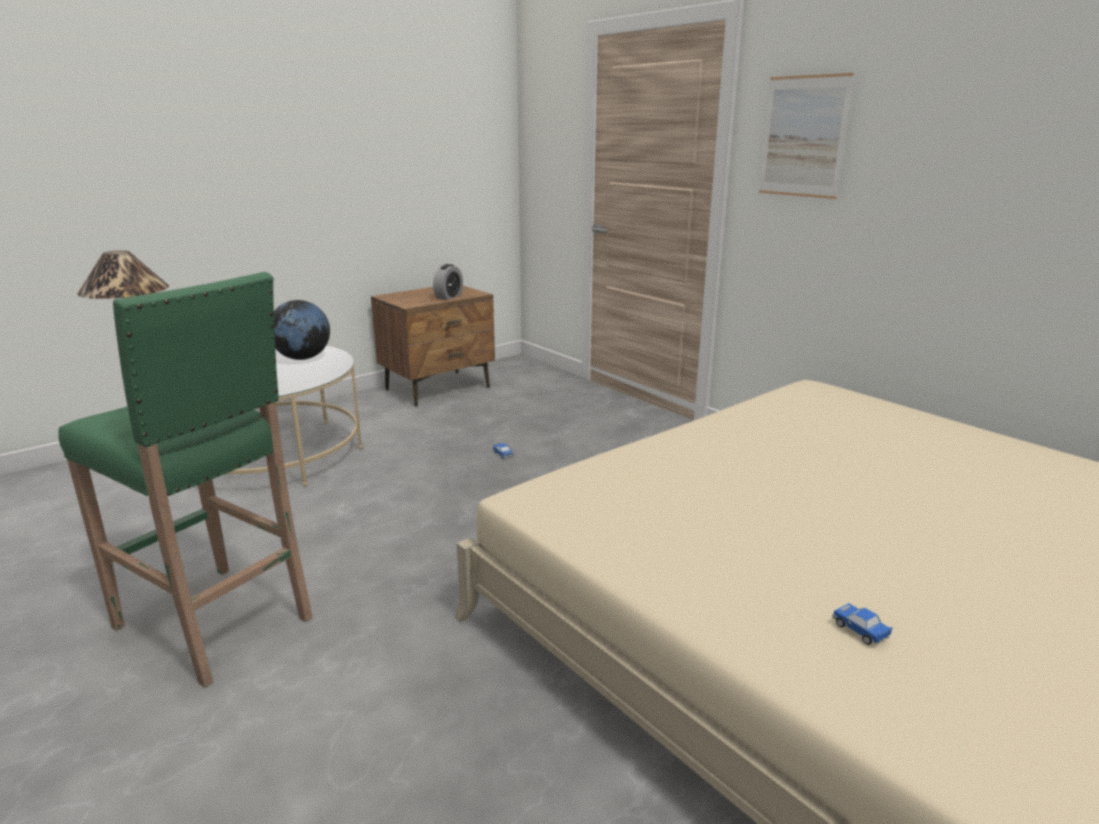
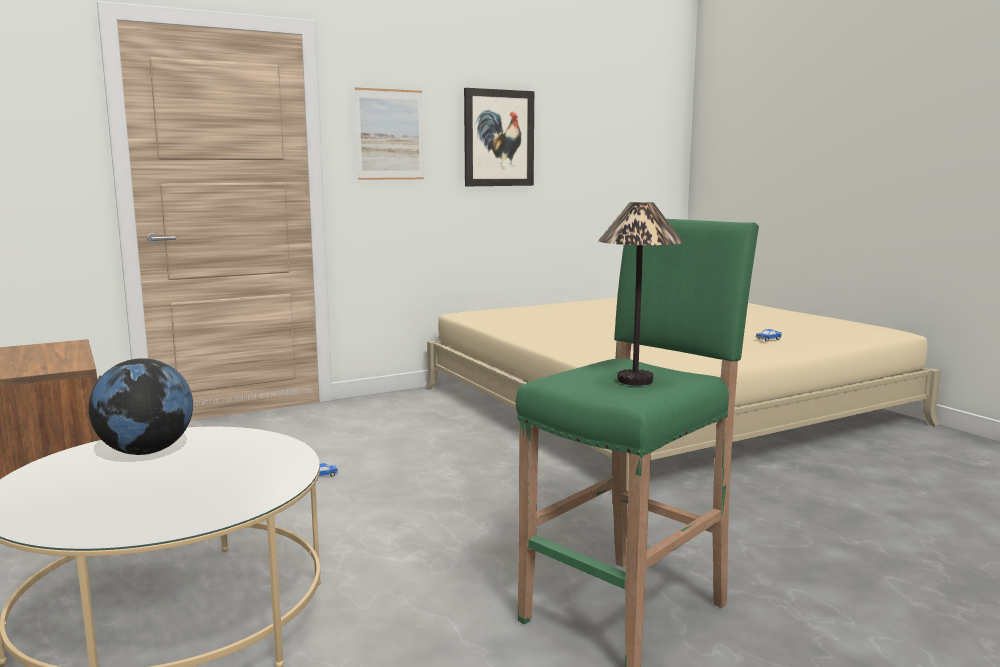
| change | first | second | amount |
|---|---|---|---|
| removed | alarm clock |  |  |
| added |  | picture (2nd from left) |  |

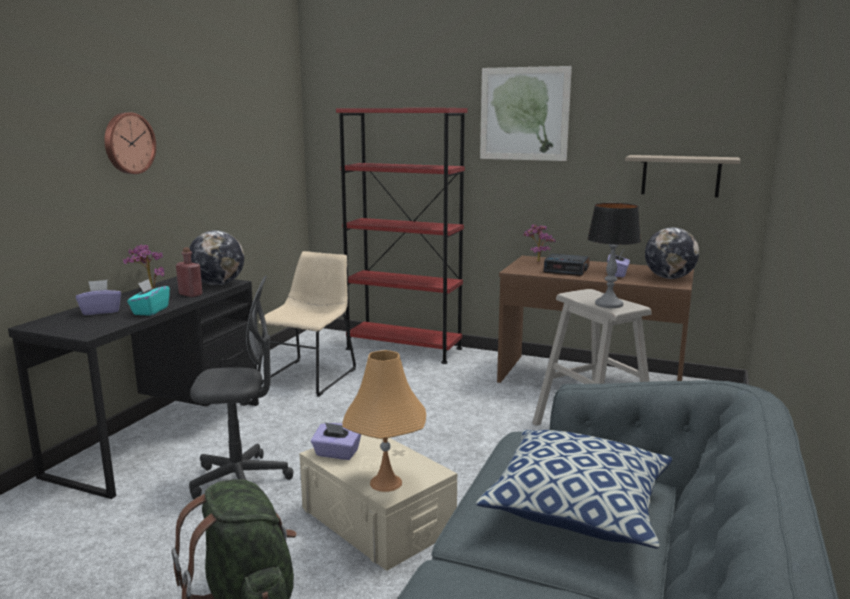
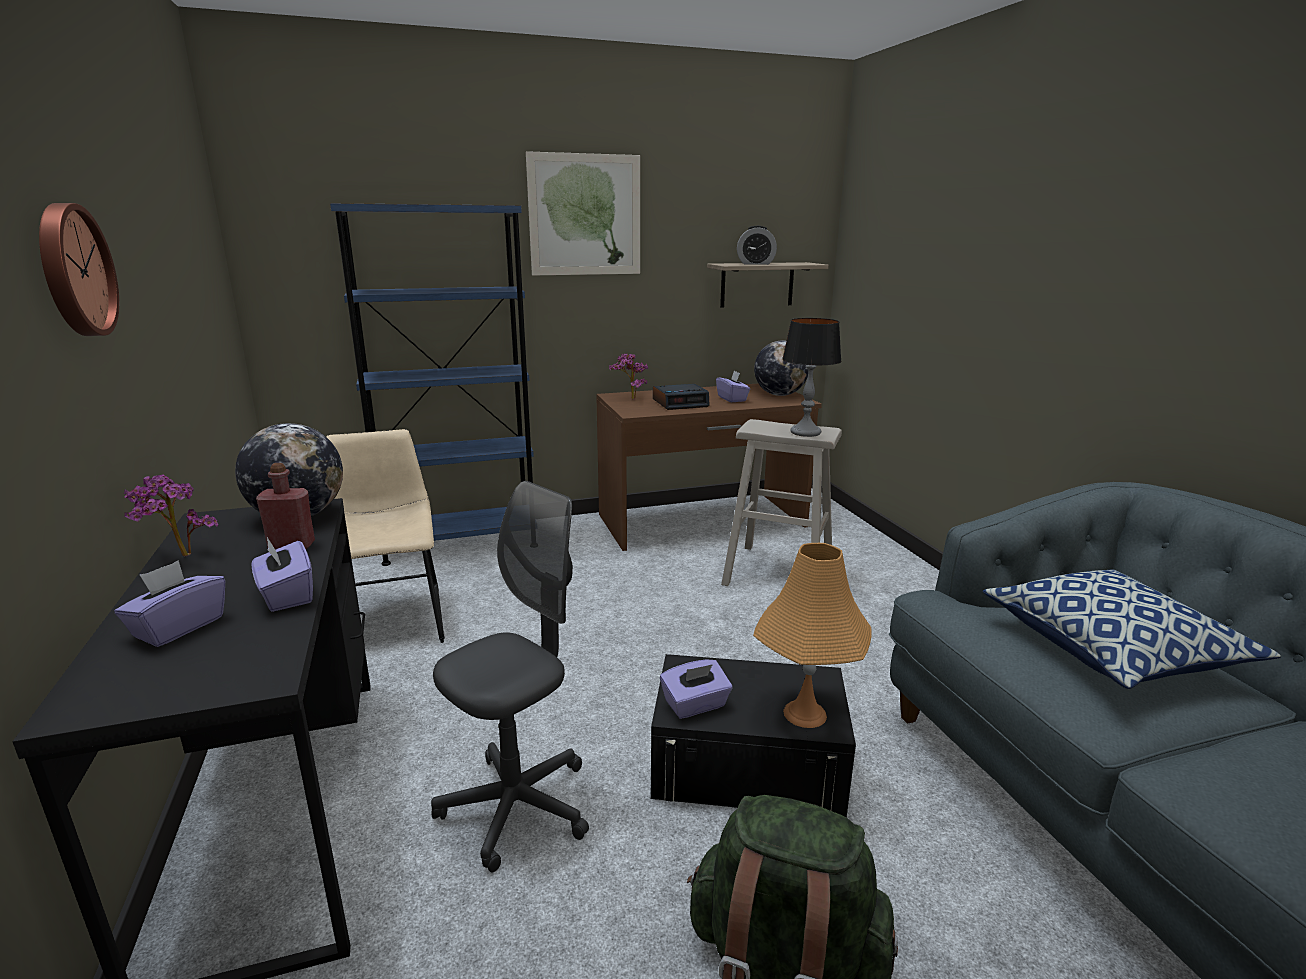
| change | first | second | amount |
|---|---|---|---|
| recoloured | tissue box (turquoise) | tissue box (purple) (2nd from left) |  |
| recoloured | storage box (beige) | storage box (black) |  |
| recoloured | bookcase (red) | bookcase (blue) |  |
| added |  | alarm clock (2nd from left) |  |

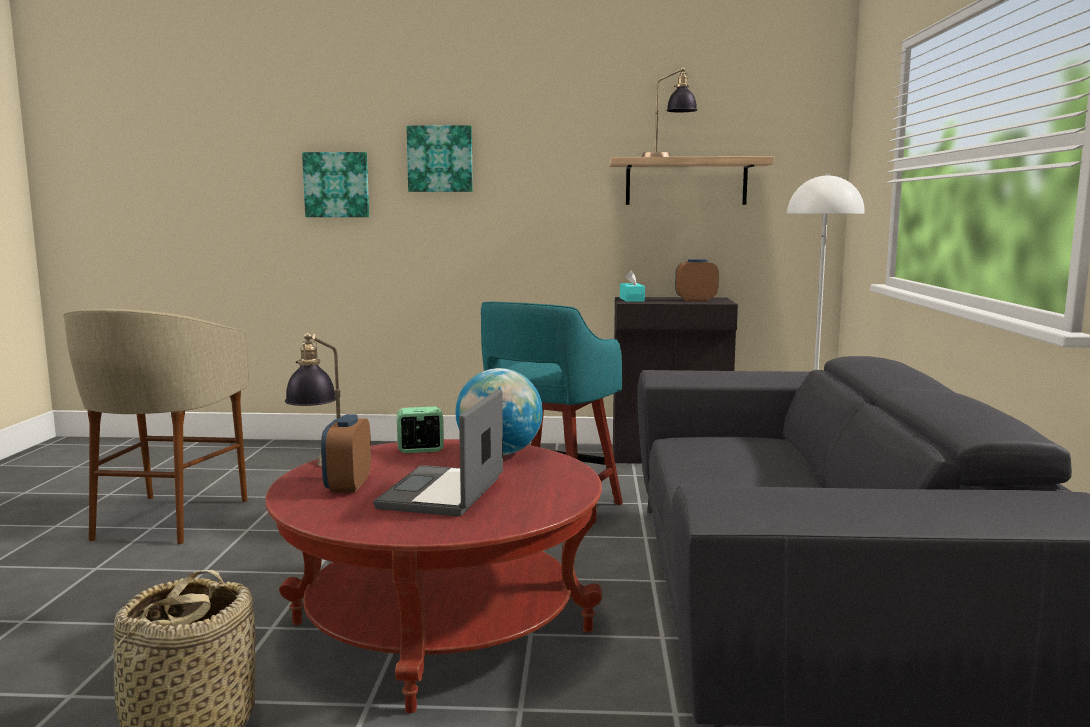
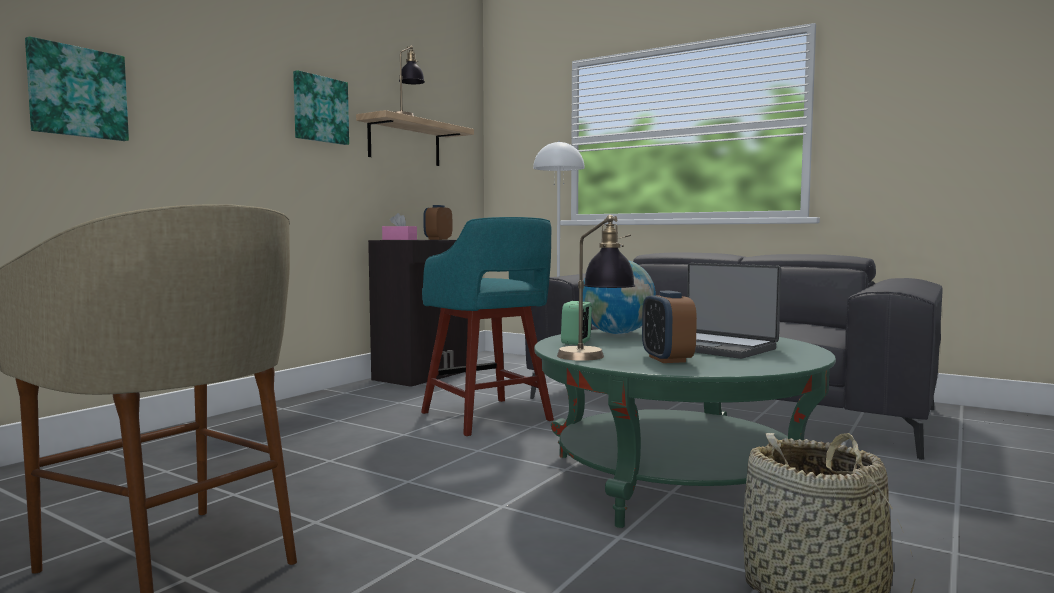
| change | first | second | amount |
|---|---|---|---|
| recoloured | coffee table (red) | coffee table (green) |  |
| turned | alarm clock (1st from left in the first image) | alarm clock (3rd from left) | 45 degrees clockwise |
| moved | picture (2nd from left) |  |  |
| recoloured | tissue box (turquoise) | tissue box (pink) |  |

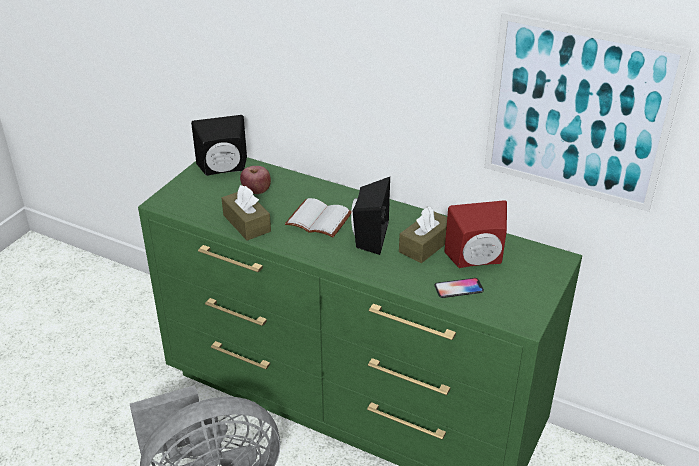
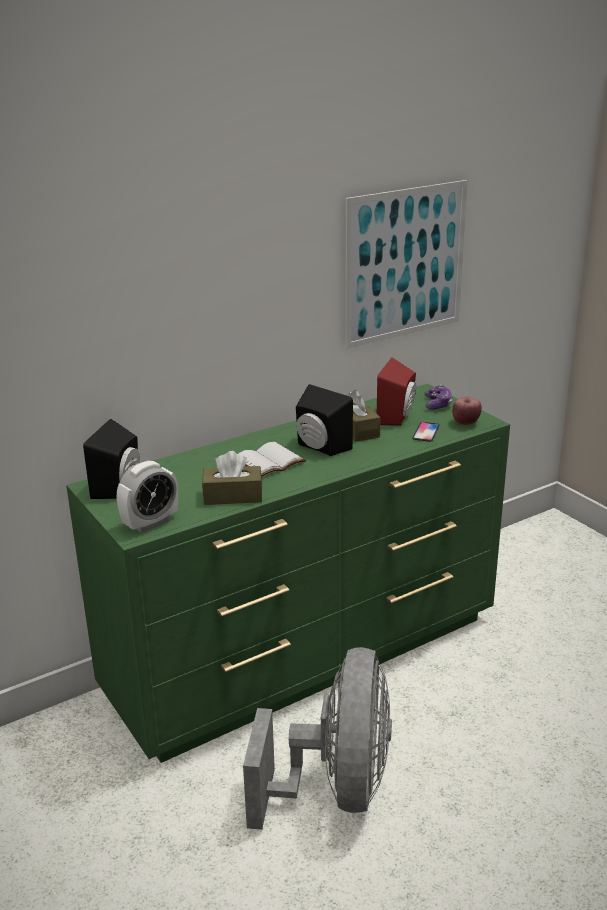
| change | first | second | amount |
|---|---|---|---|
| moved | apple |  |  |
| added |  | alarm clock |  |
| added |  | game controller |  |

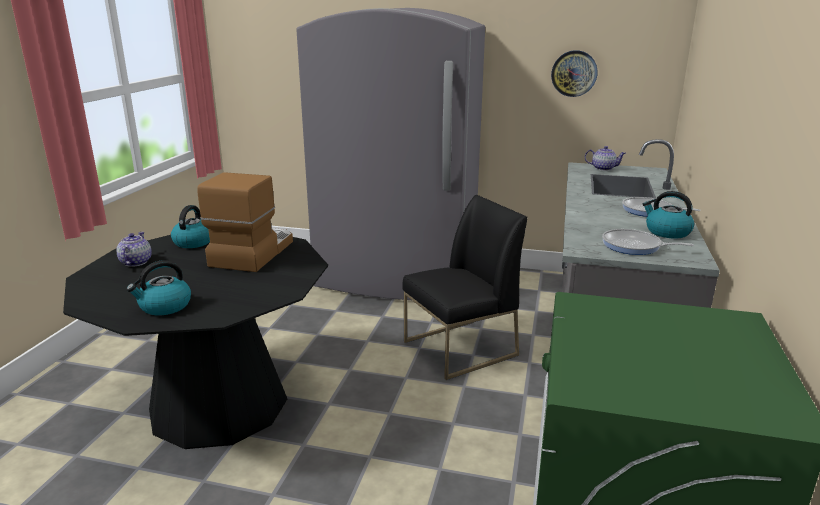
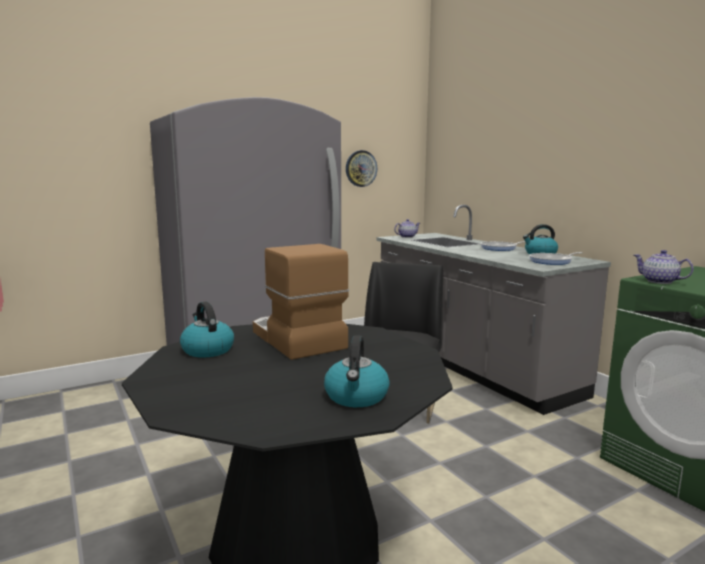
| change | first | second | amount |
|---|---|---|---|
| moved | teapot (1st from left in the first image) | teapot (2nd from left) |  |

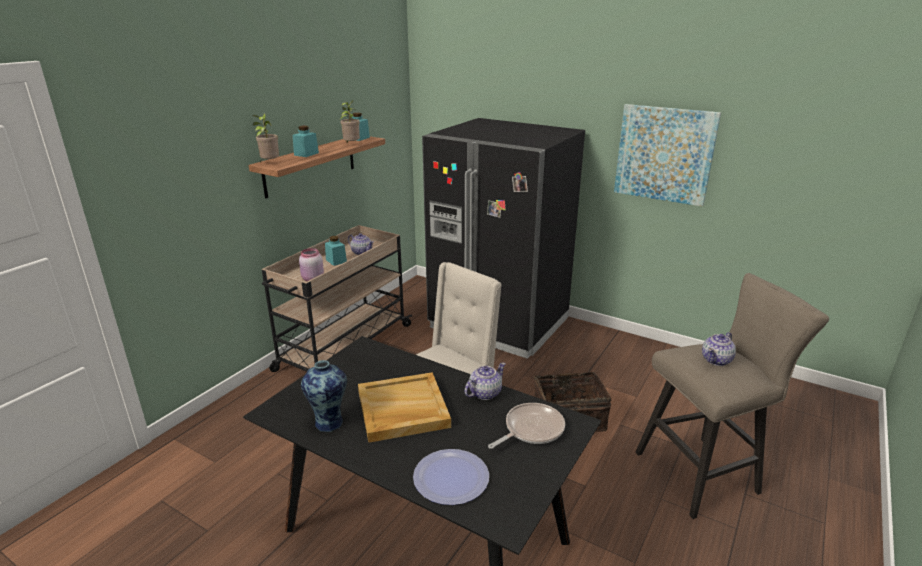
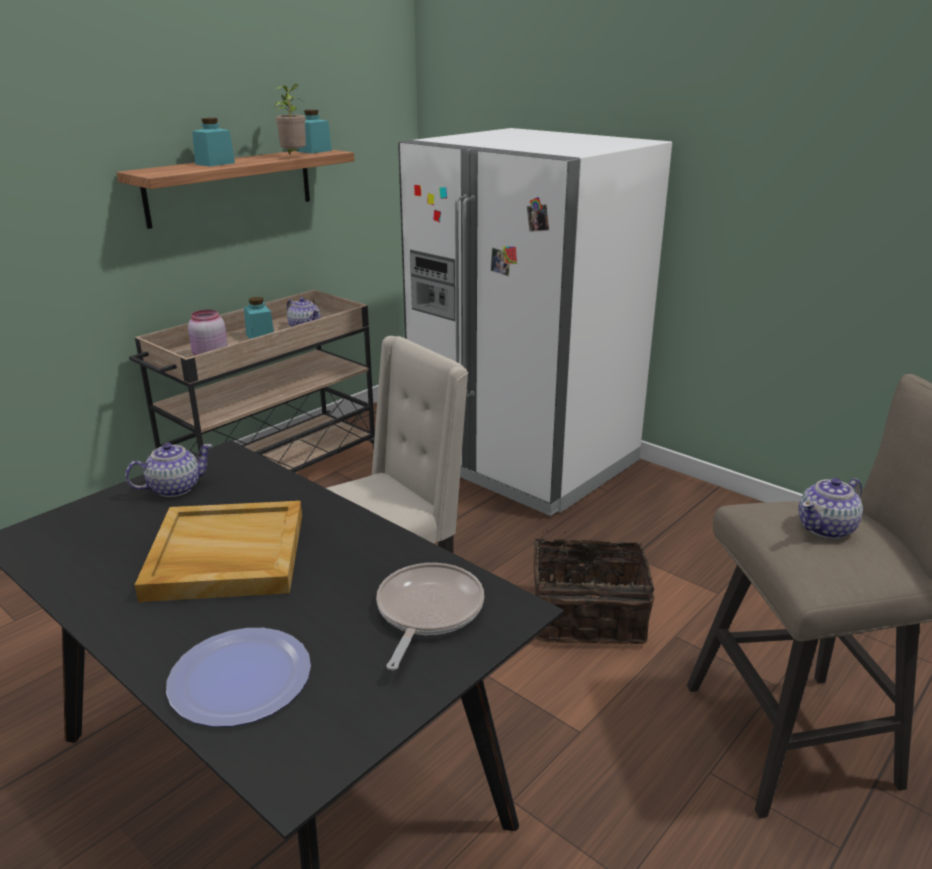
| change | first | second | amount |
|---|---|---|---|
| removed | potted plant (1st from left) |  |  |
| removed | vase |  |  |
| recoloured | fridge (black) | fridge (white) |  |
| moved | teapot (2nd from left in the first image) | teapot (1st from left) |  |
| turned | frying pan |  | 45 degrees counterclockwise |
| removed | picture |  |  |

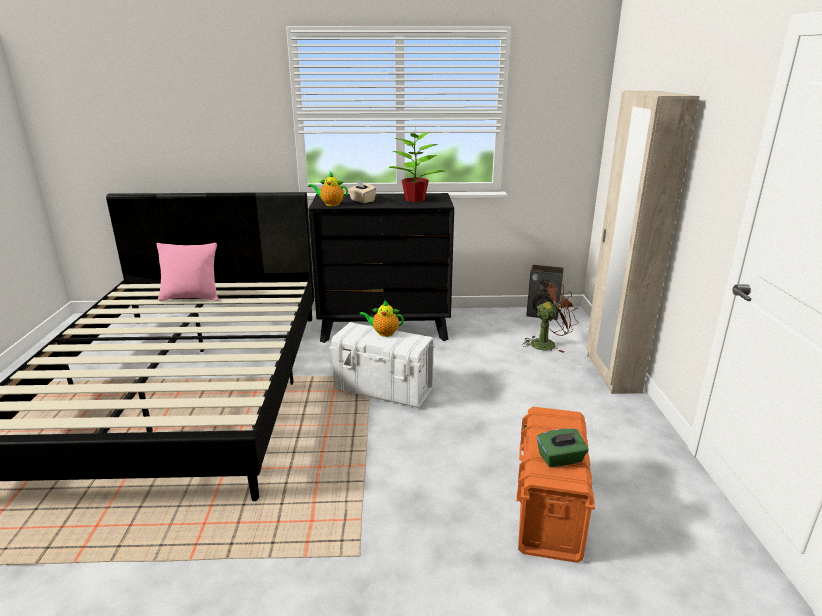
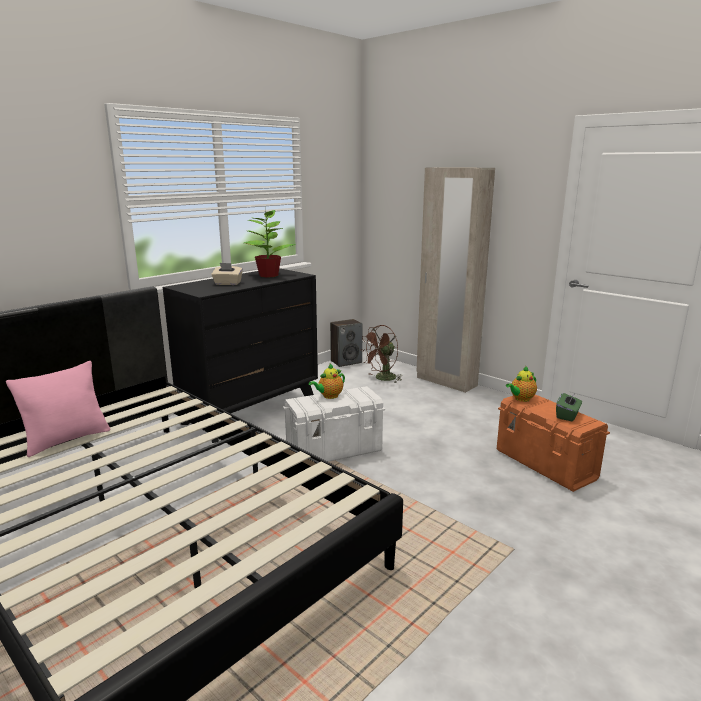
| change | first | second | amount |
|---|---|---|---|
| moved | teapot (1st from left in the first image) | teapot (2nd from left) |  |
| turned | fan (brown) |  | 150 degrees counterclockwise |

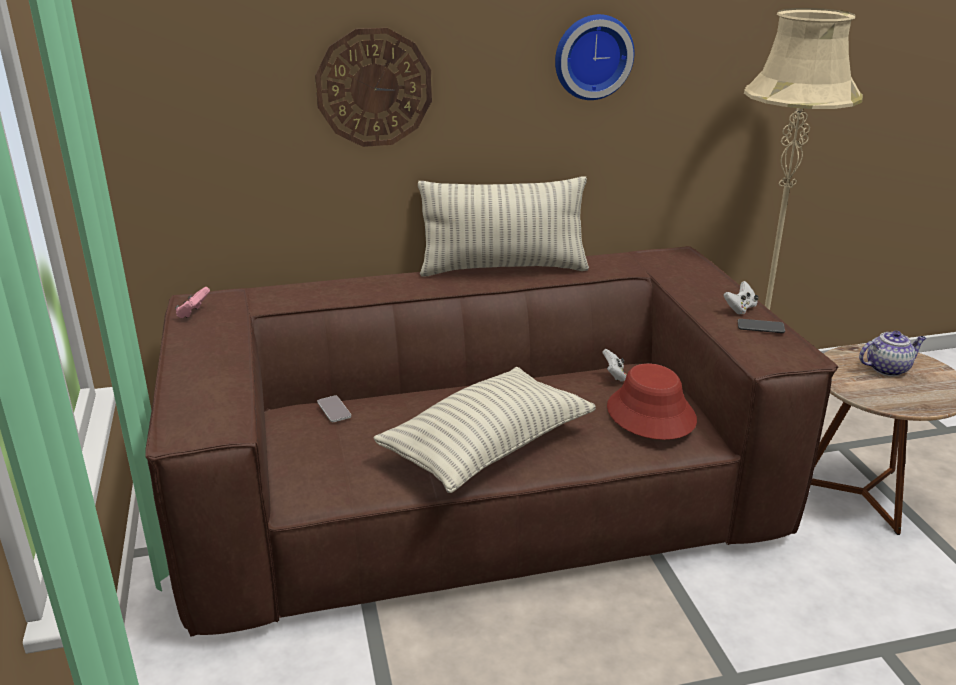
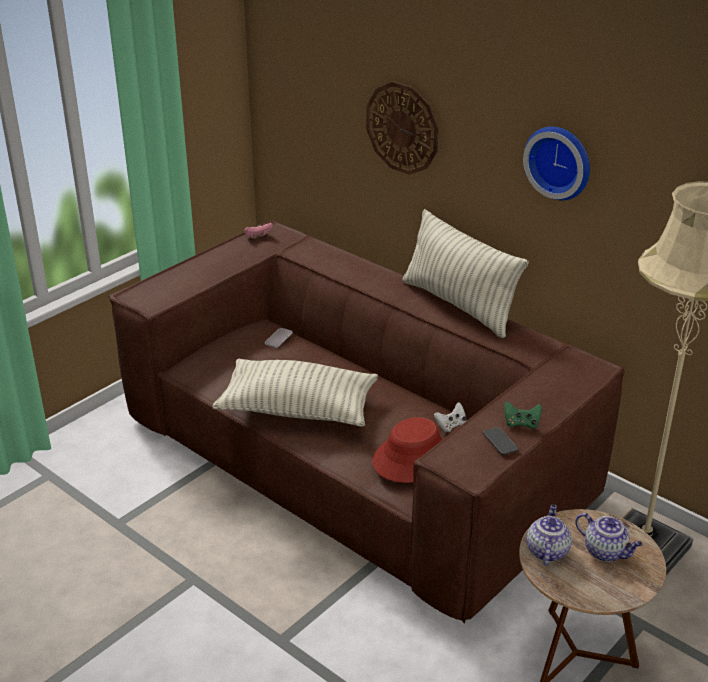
| change | first | second | amount |
|---|---|---|---|
| recoloured | game controller (white) (2nd from left) | game controller (green) |  |
| added |  | teapot (1st from left) |  |

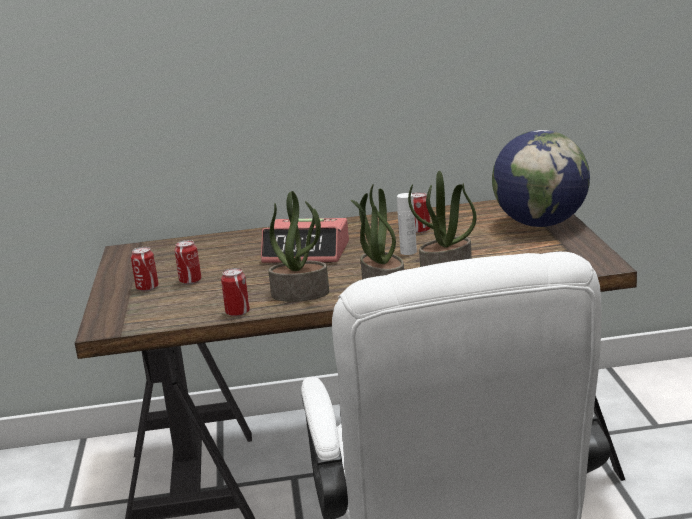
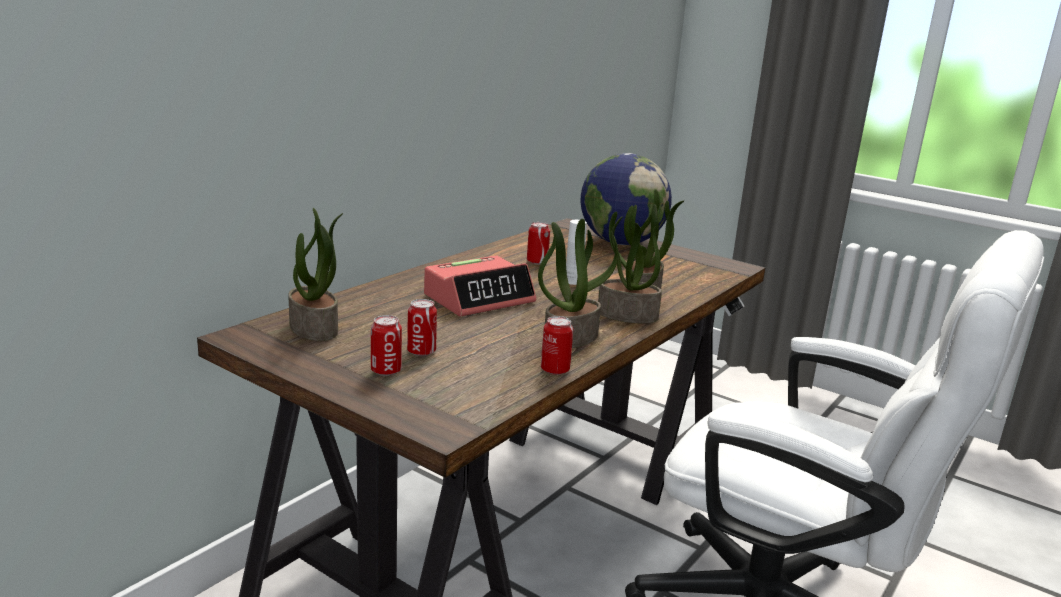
| change | first | second | amount |
|---|---|---|---|
| added |  | potted plant (1st from left) |  |

